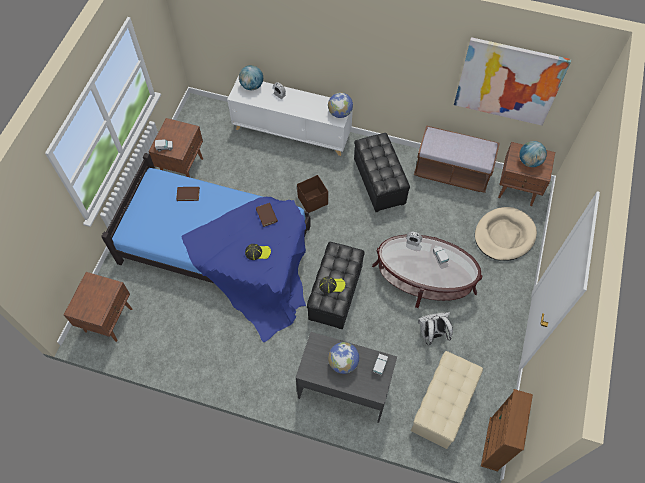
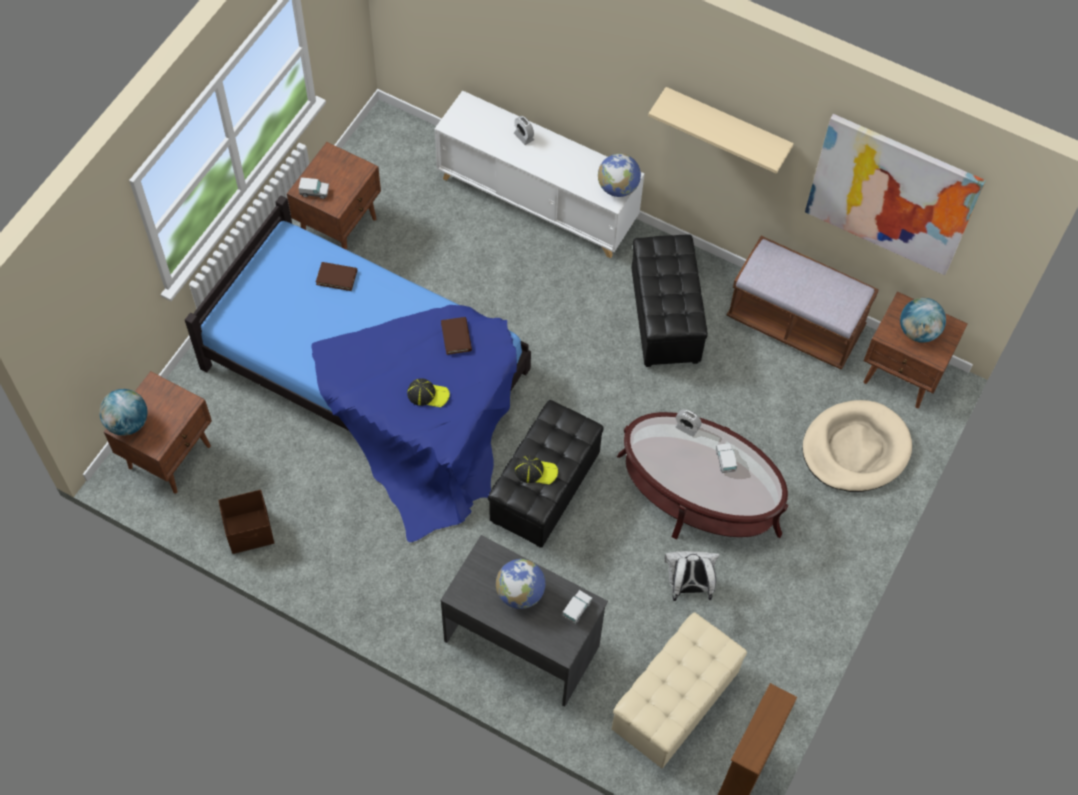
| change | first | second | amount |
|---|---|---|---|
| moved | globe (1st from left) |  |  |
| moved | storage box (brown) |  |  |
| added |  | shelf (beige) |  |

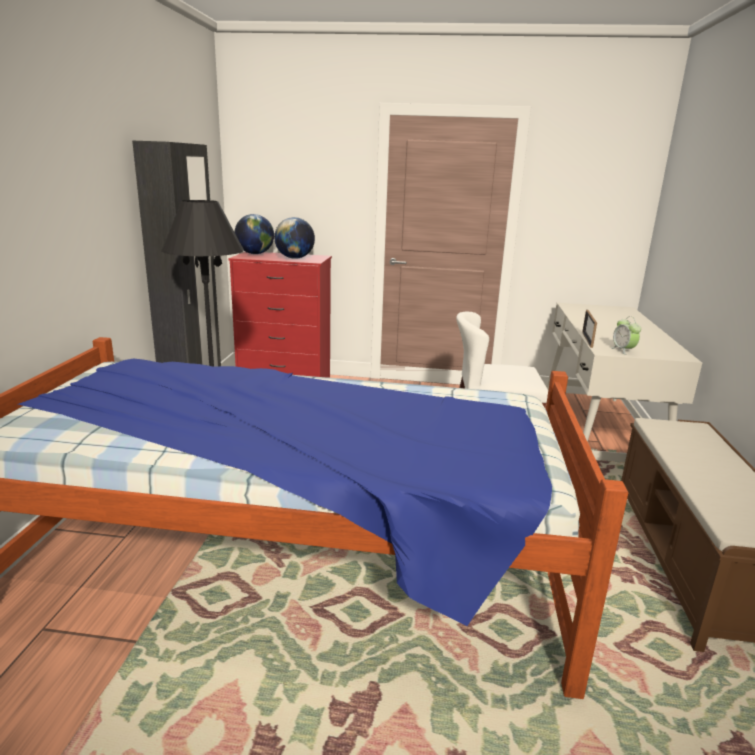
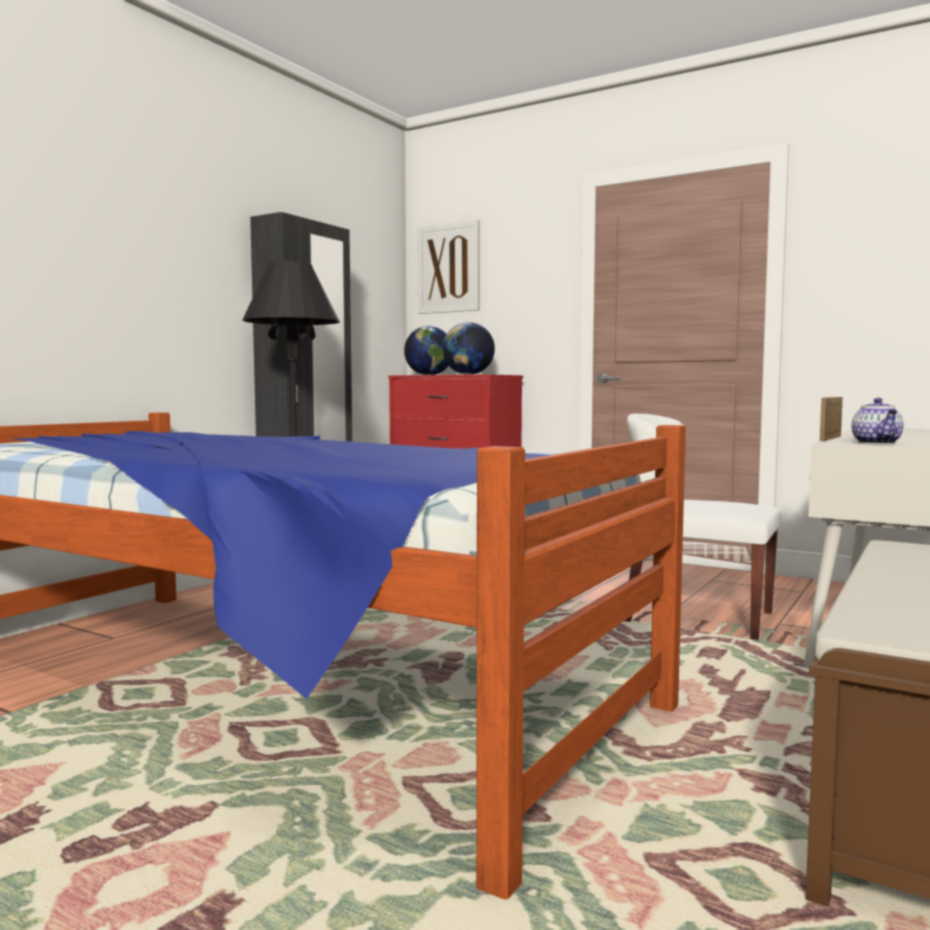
| change | first | second | amount |
|---|---|---|---|
| replaced | alarm clock | teapot |  |
| added |  | picture |  |

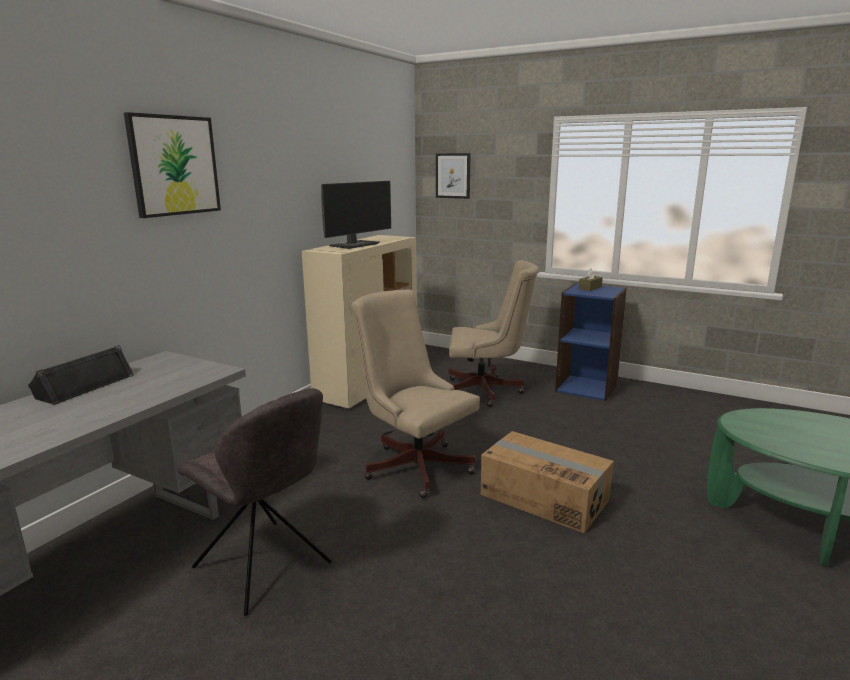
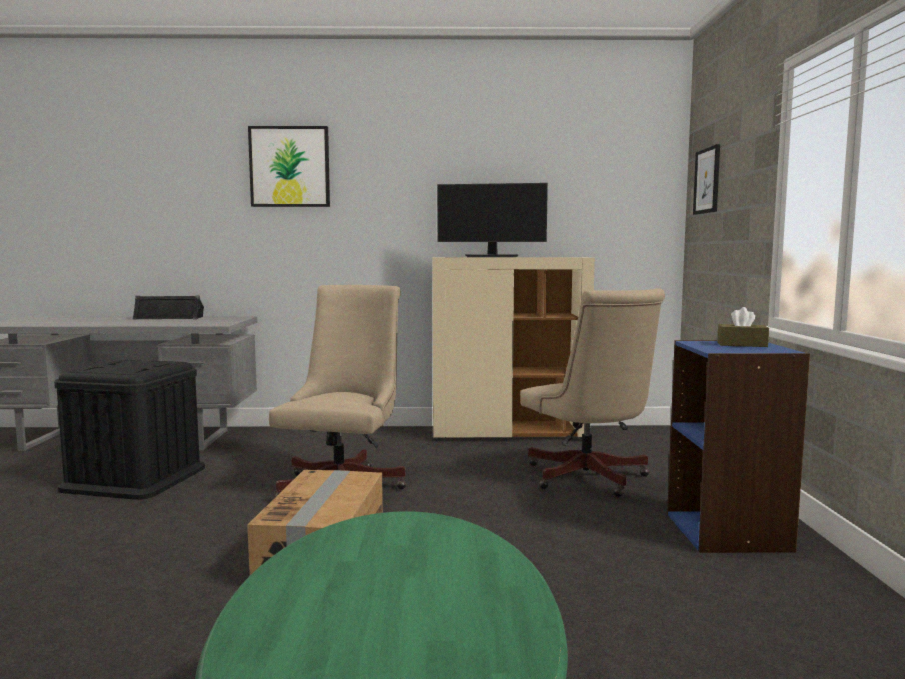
| change | first | second | amount |
|---|---|---|---|
| replaced | chair (grey) | storage box (black) |  |

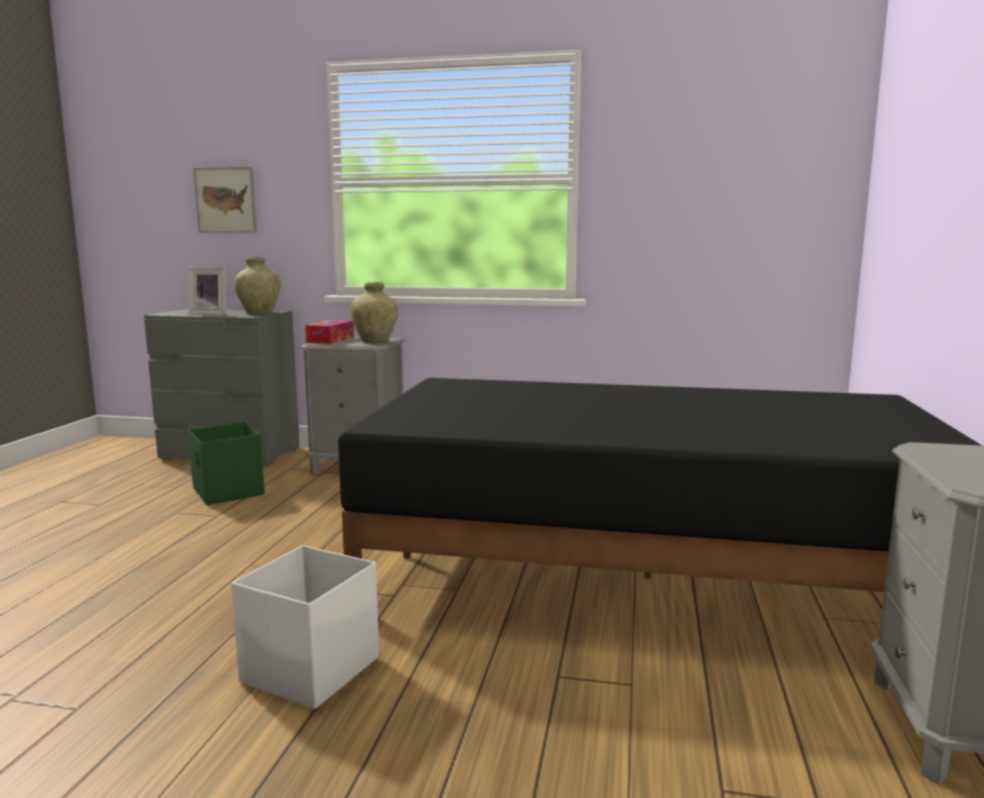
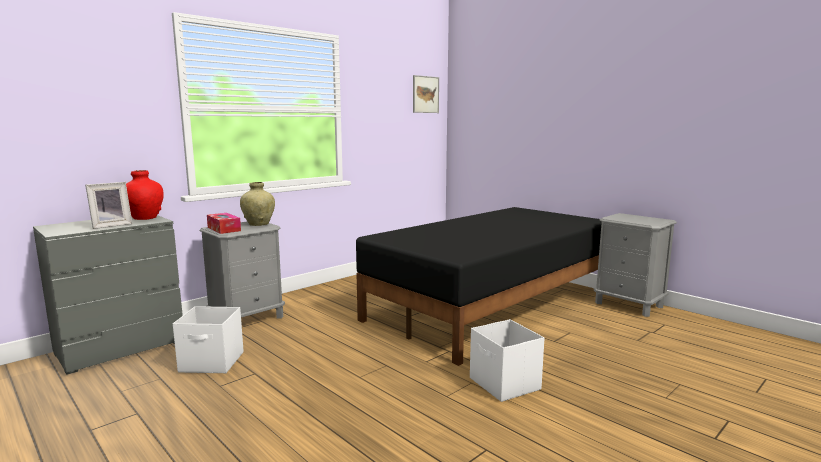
| change | first | second | amount |
|---|---|---|---|
| recoloured | storage box (green) | storage box (white) (1st from left) |  |
| moved | picture |  |  |
| recoloured | vase (beige) (1st from left) | vase (red) |  |

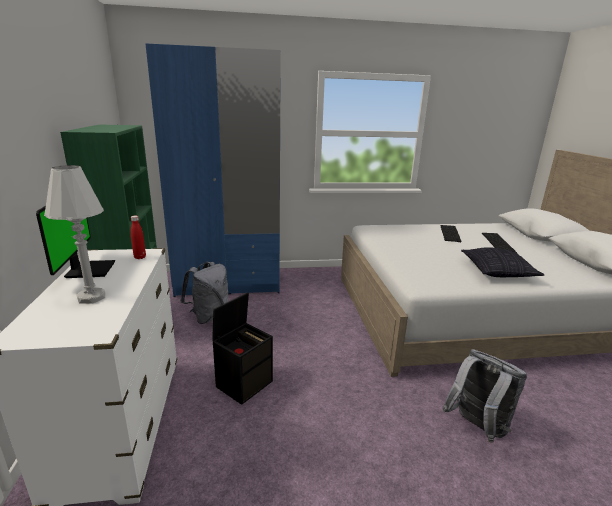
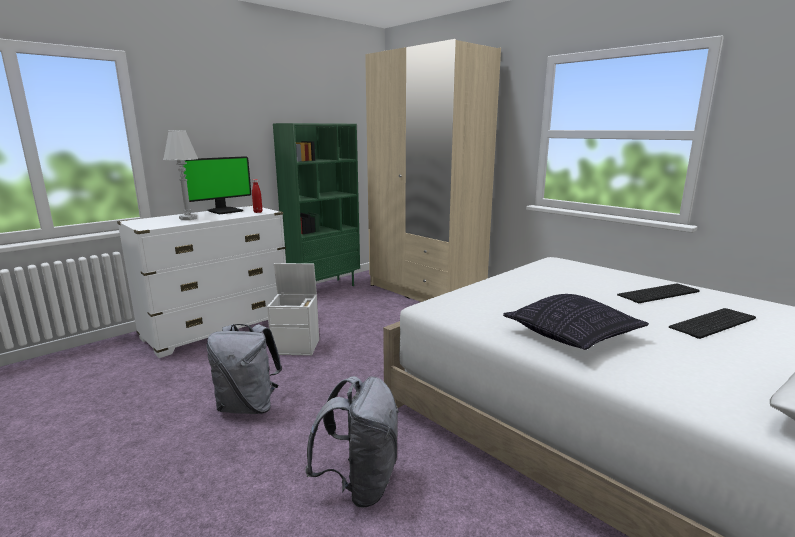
| change | first | second | amount |
|---|---|---|---|
| recoloured | wardrobe (blue) | wardrobe (beige) |  |
| moved | backpack (grey) (1st from left) |  |  |
| recoloured | storage box (black) | storage box (white) |  |

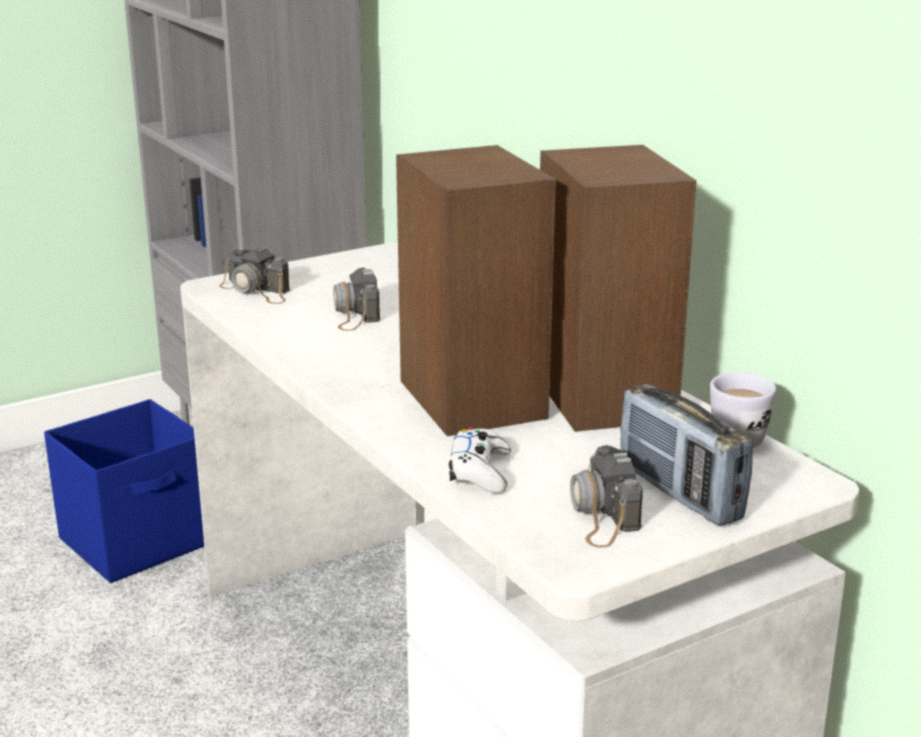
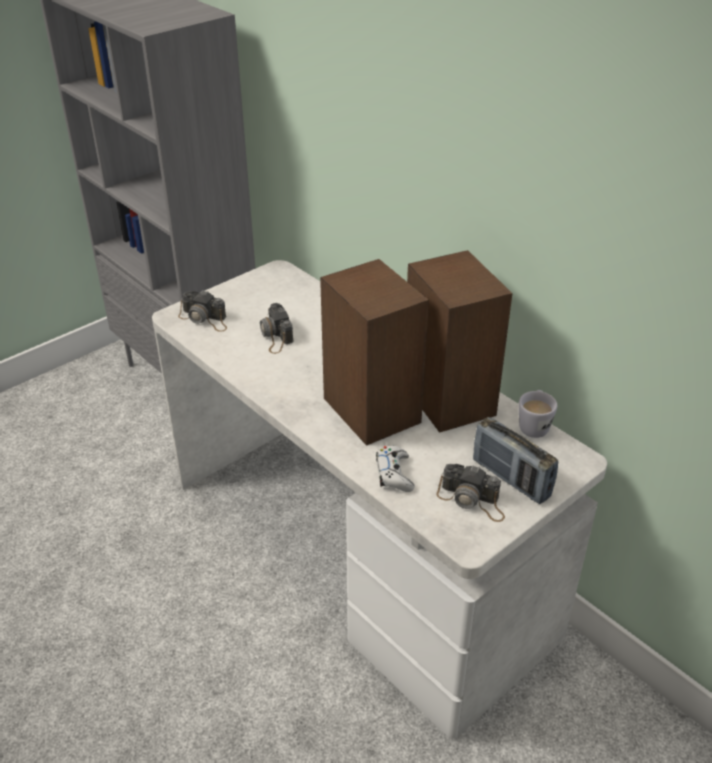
| change | first | second | amount |
|---|---|---|---|
| removed | storage box (blue) |  |  |
| turned | photo camera (3rd from left) |  | 45 degrees counterclockwise |

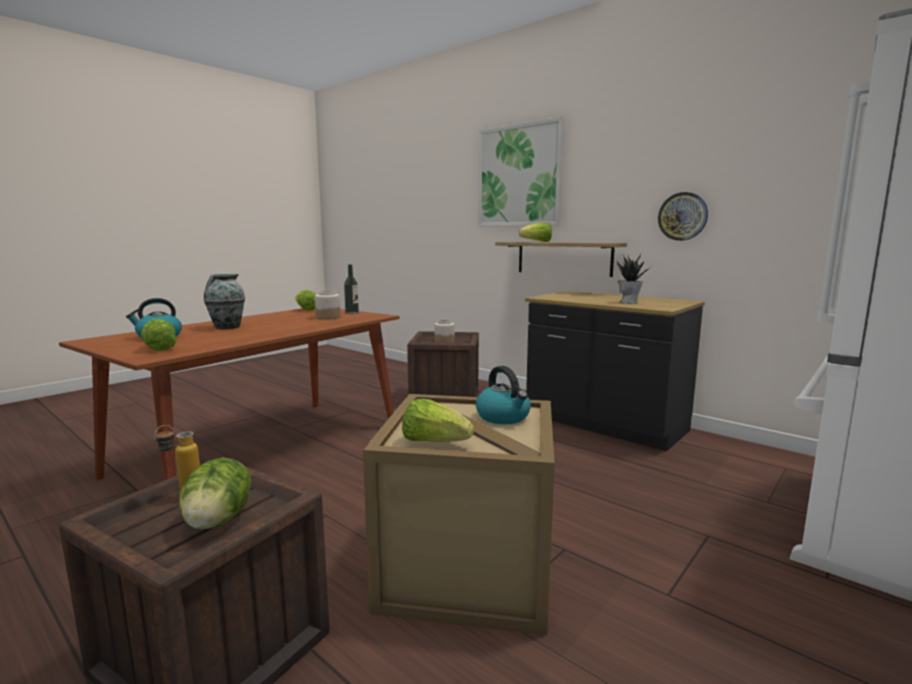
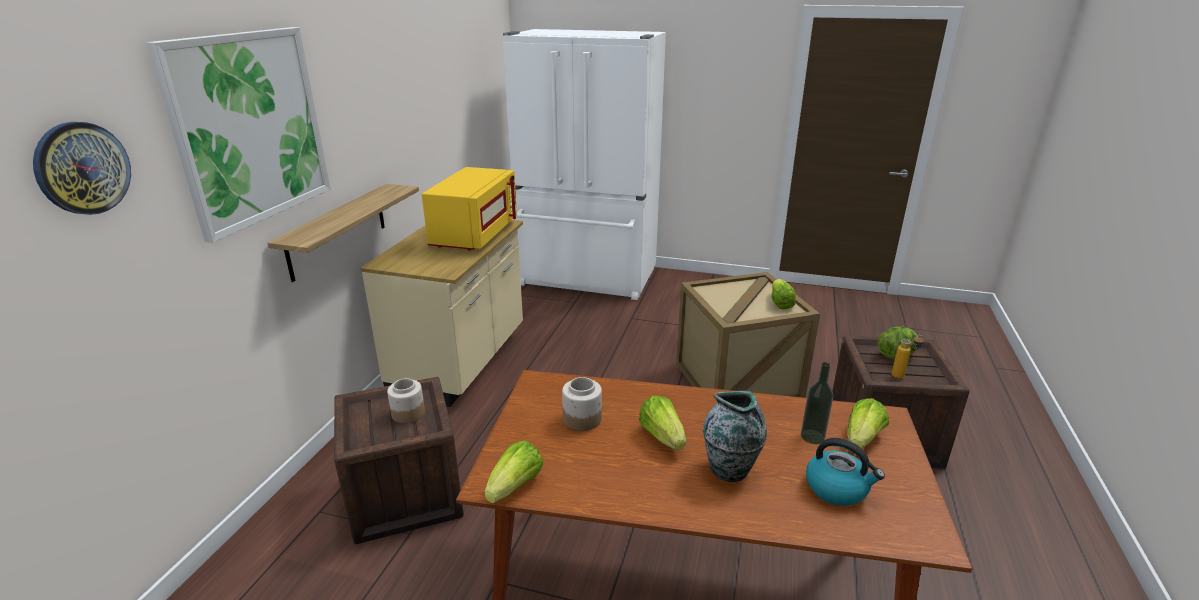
| change | first | second | amount |
|---|---|---|---|
| moved | bottle (2nd from left in the first image) | bottle (1st from left) |  |
| removed | kettle (2nd from left) |  |  |
| moved | lettuce (5th from left in the first image) | lettuce (2nd from left) |  |
| recoloured | counter (black) | counter (beige) |  |
| replaced | potted plant | microwave (yellow) |  |
| moved | wall clock |  |  |

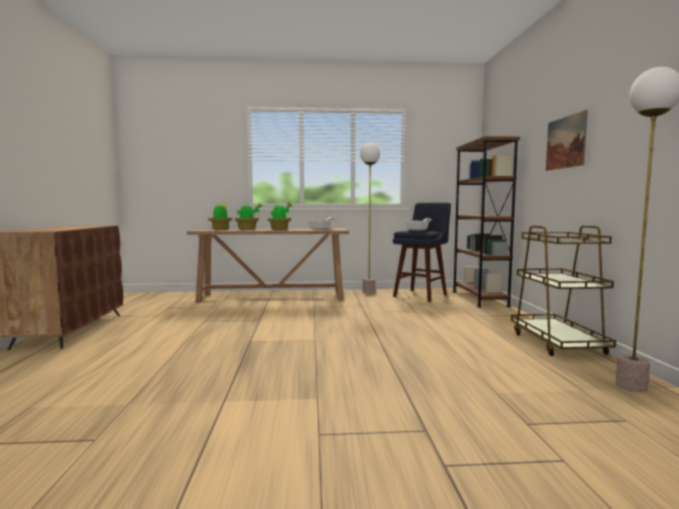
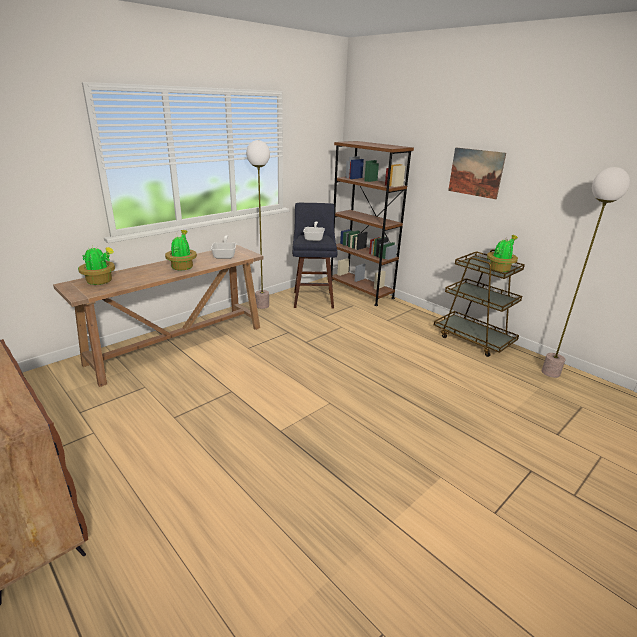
| change | first | second | amount |
|---|---|---|---|
| moved | potted plant (2nd from left in the first image) | potted plant (3rd from left) |  |

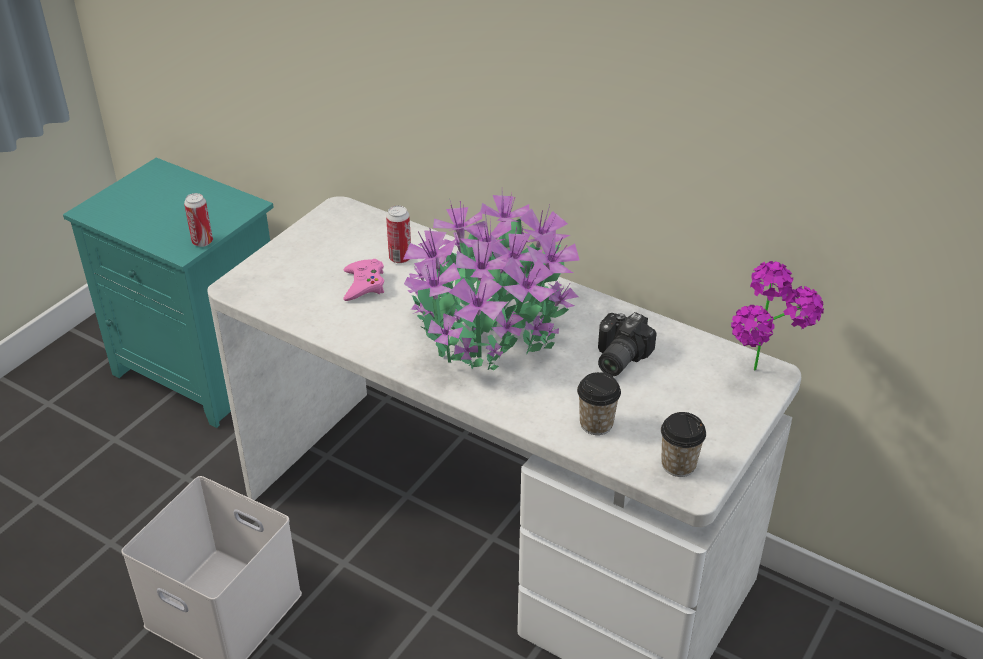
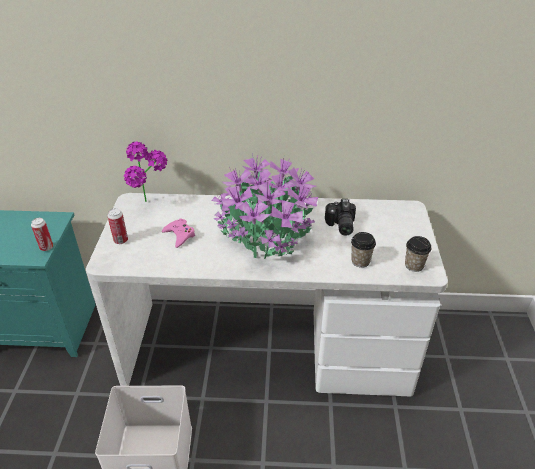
| change | first | second | amount |
|---|---|---|---|
| moved | can (2nd from left) |  |  |
| moved | potted plant (2nd from left in the first image) | potted plant (1st from left) |  |

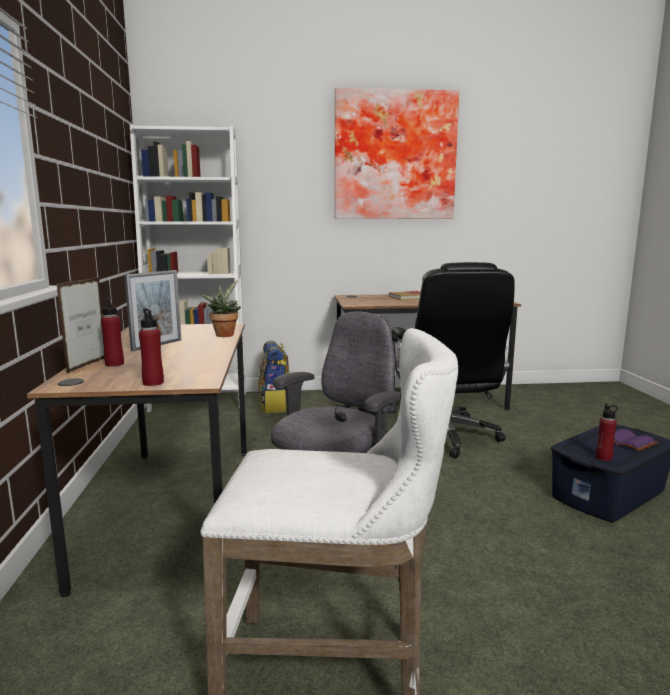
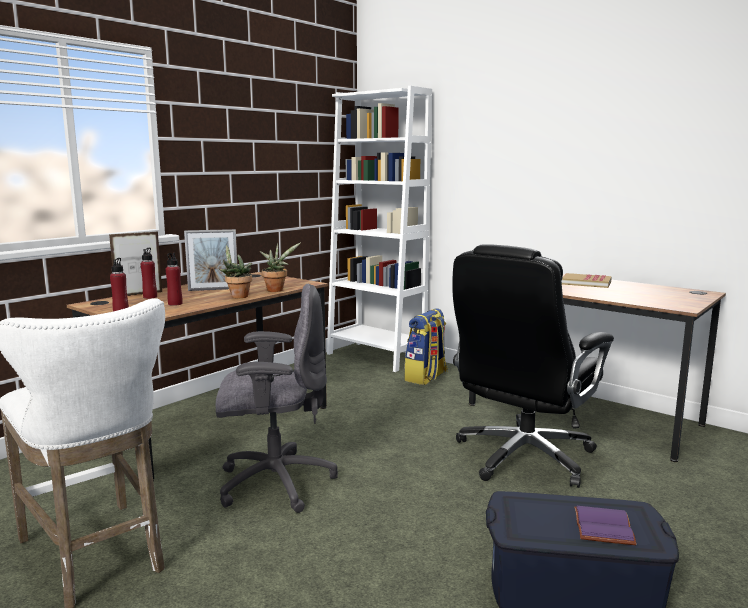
| change | first | second | amount |
|---|---|---|---|
| removed | picture |  |  |
| moved | bottle (red) (3rd from left) |  |  |
| added |  | potted plant (1st from left) |  |

